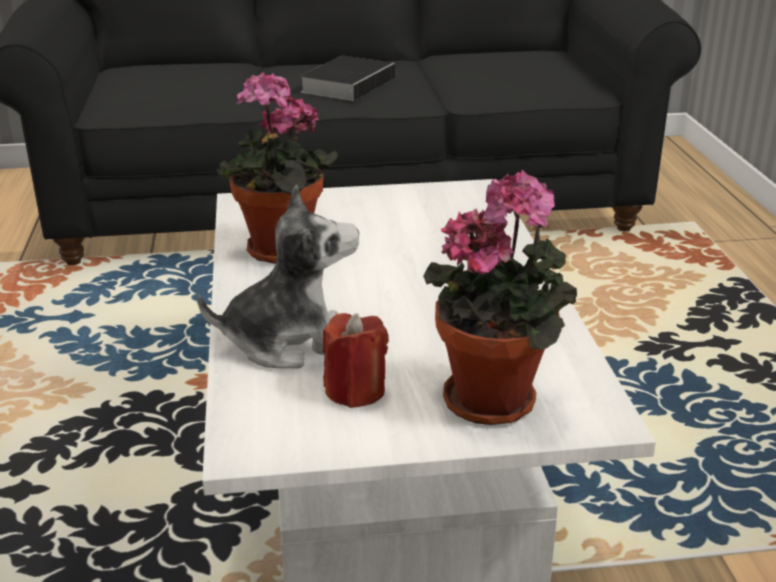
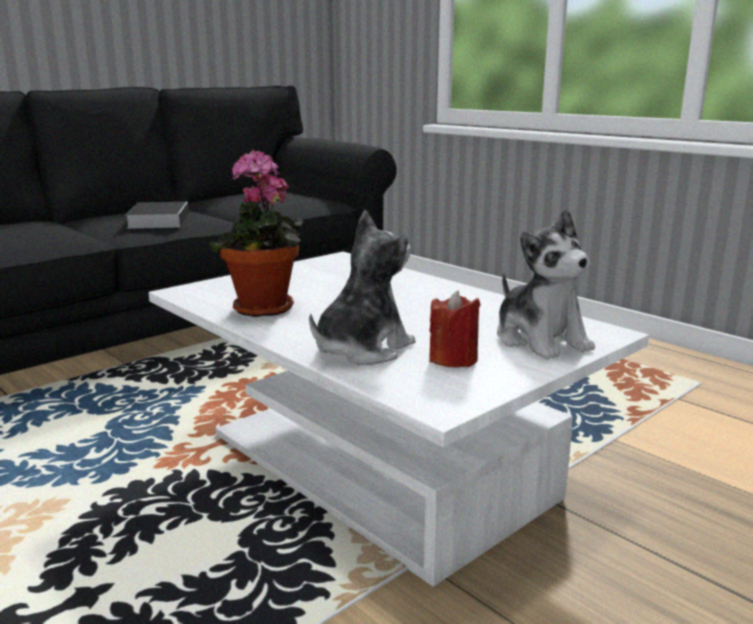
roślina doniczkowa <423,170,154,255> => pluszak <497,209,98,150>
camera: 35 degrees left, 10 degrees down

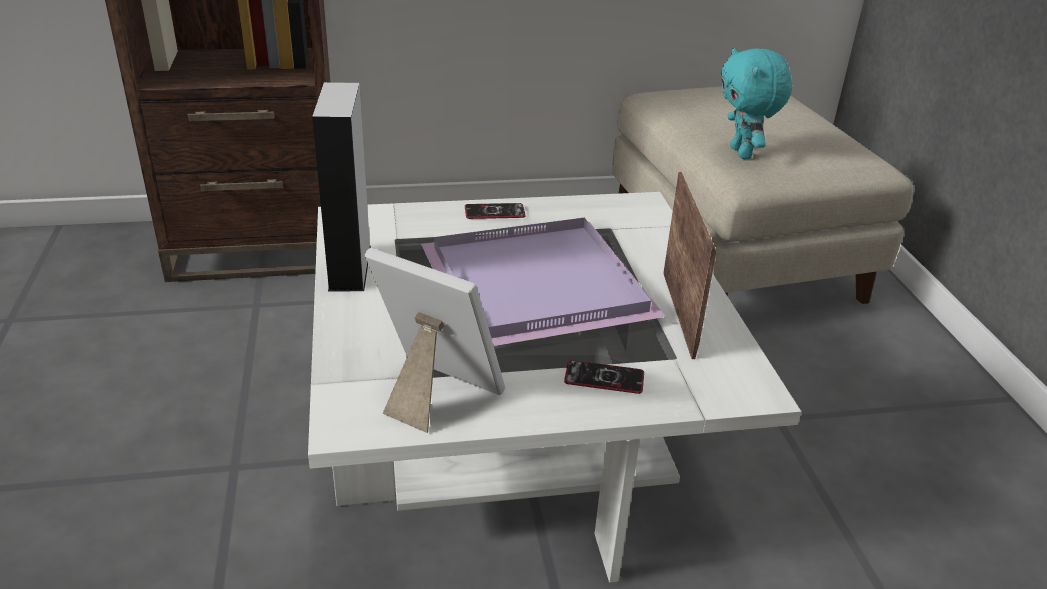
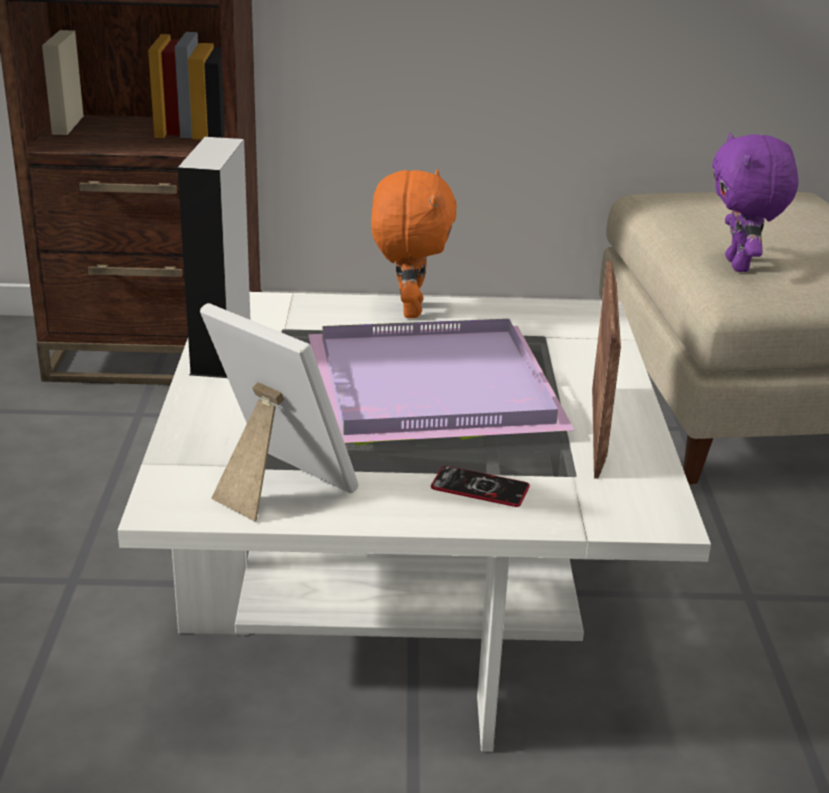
telefon <465,203,61,16> => pluszak [pomarańczowy] <371,169,86,149>
pluszak [turkusowy] <721,47,71,112> => pluszak [fioletowy] <712,133,87,139>
camera: 10 degrees right, 5 degrees down

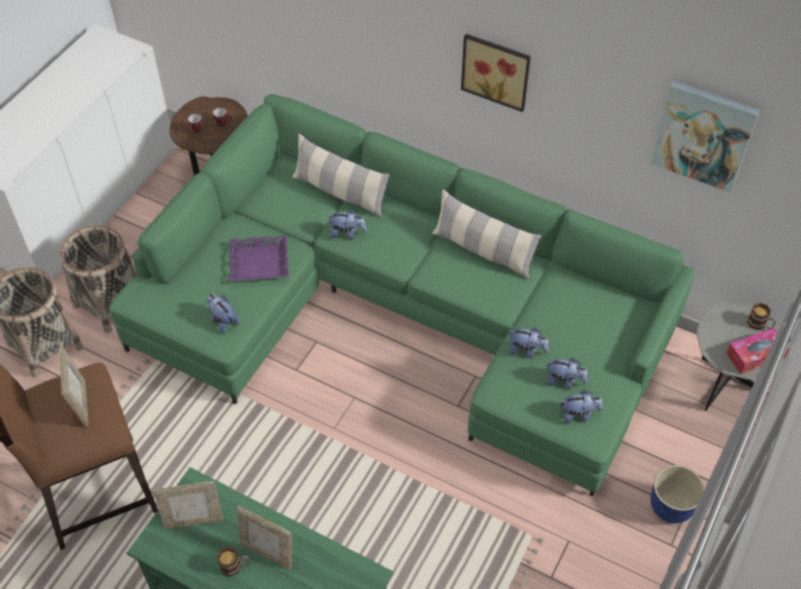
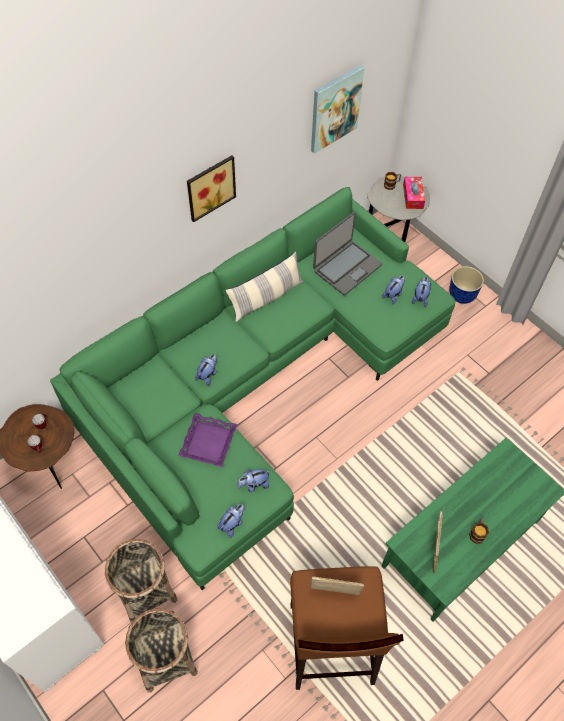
ramka na zdjęcie <237,506,55,64> => nothing
poduszka <293,133,97,85> => nothing
pluszak <509,328,40,30> => pluszak <217,504,28,34>, relocated
nothing => laptop <313,212,69,83>
camera: 70 degrees left, 5 degrees up

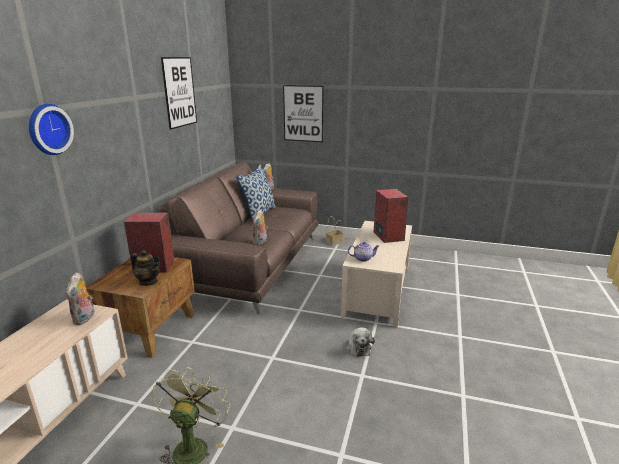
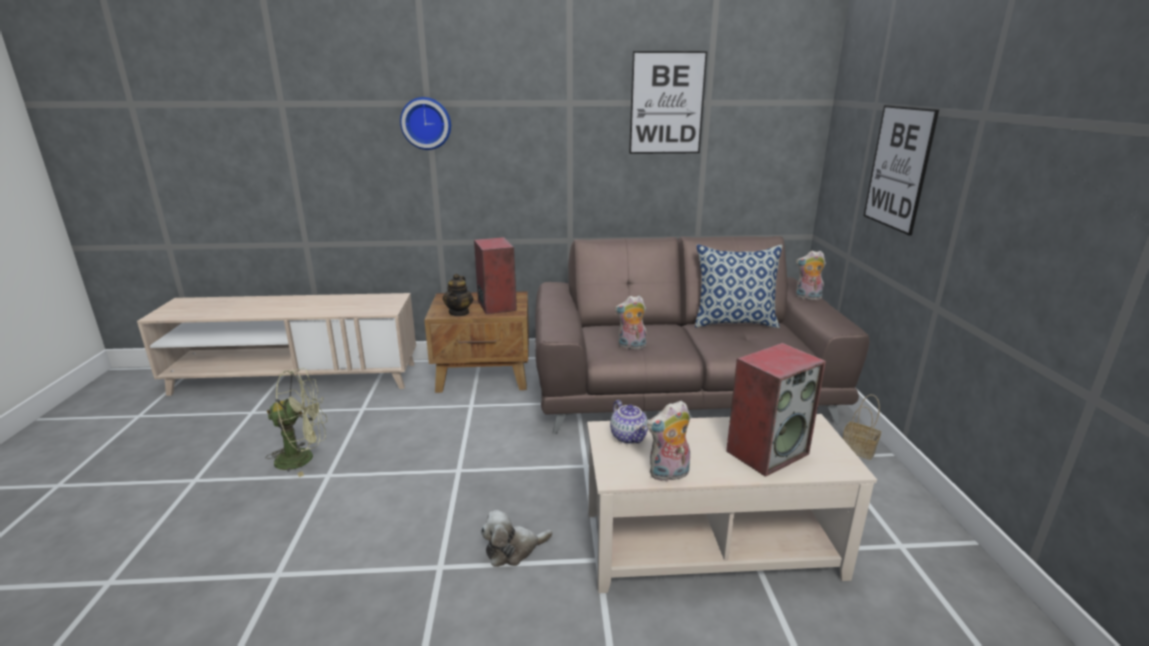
pluszak <66,272,29,53> => pluszak <647,401,43,81>, relocated
camera: 70 degrees right, 0 degrees up

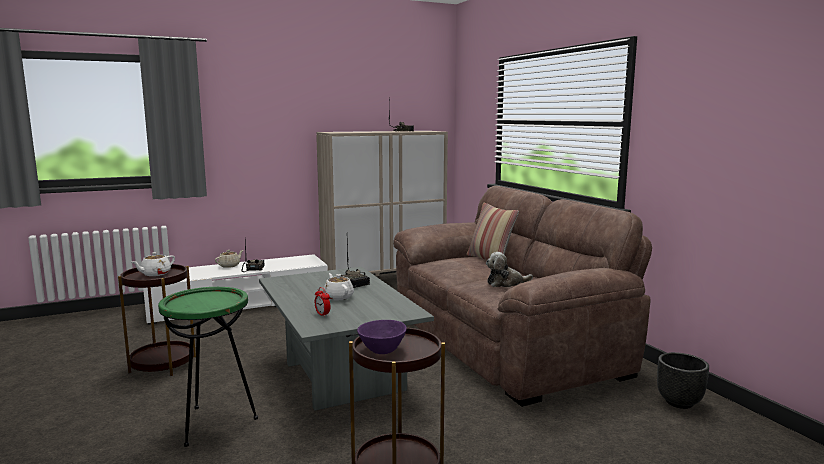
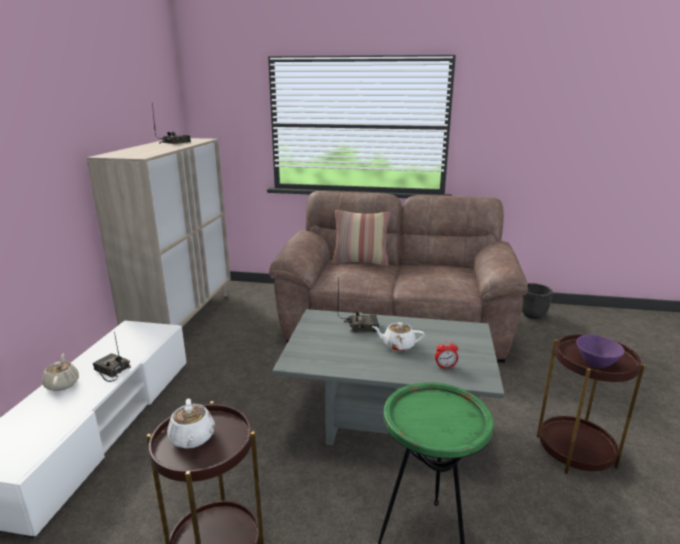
pluszak <486,252,47,35> => nothing
camera: 55 degrees left, 10 degrees up

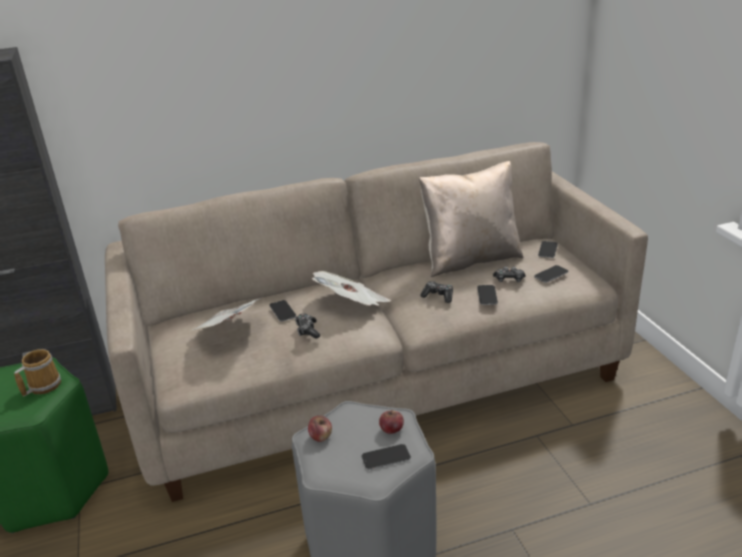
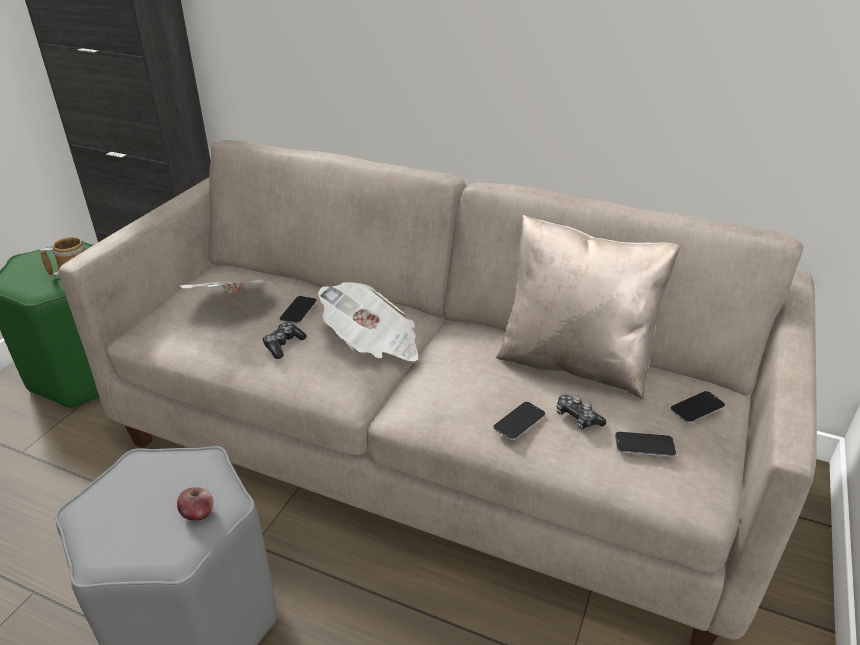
jabłko <308,416,24,26> => nothing
telefon <362,444,49,26> => nothing
pad do gier <420,281,33,22> => nothing
camera: 40 degrees right, 5 degrees up

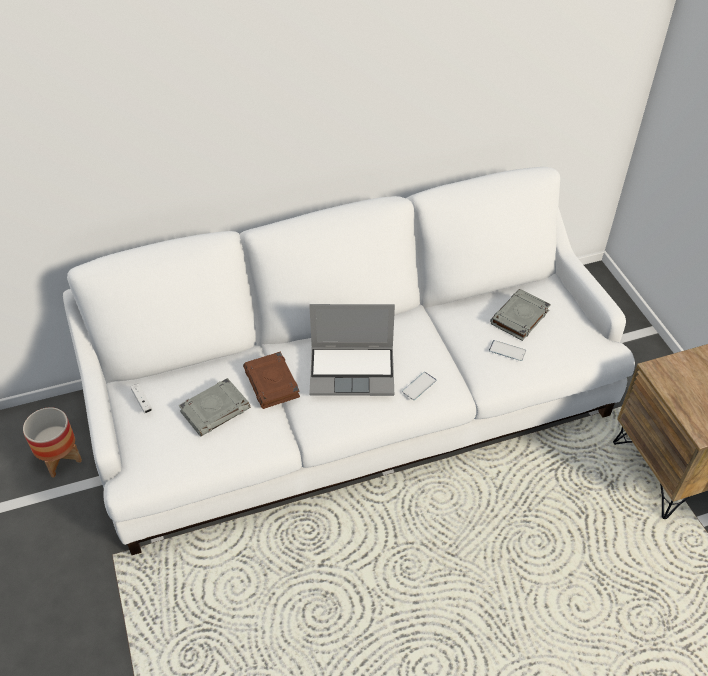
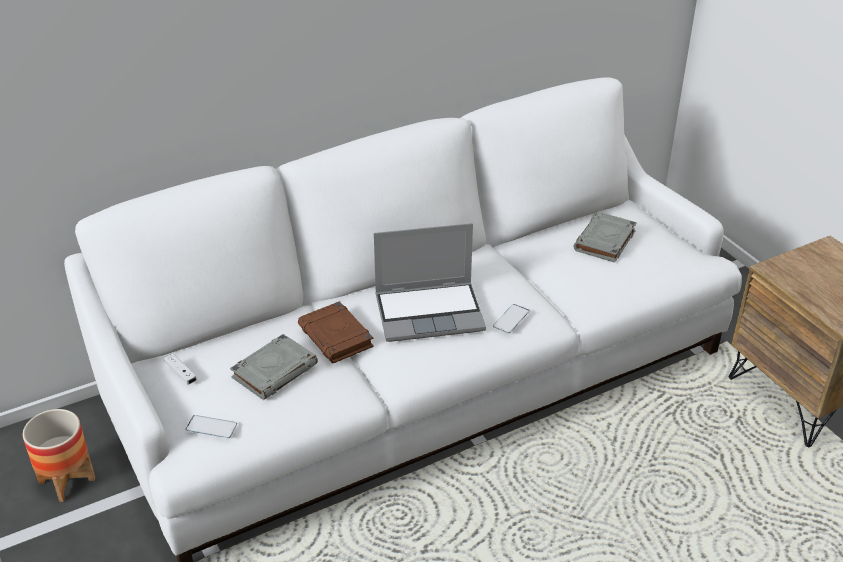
telefon <489,340,37,21> => telefon <186,415,51,23>, relocated
camera: 10 degrees left, 10 degrees down

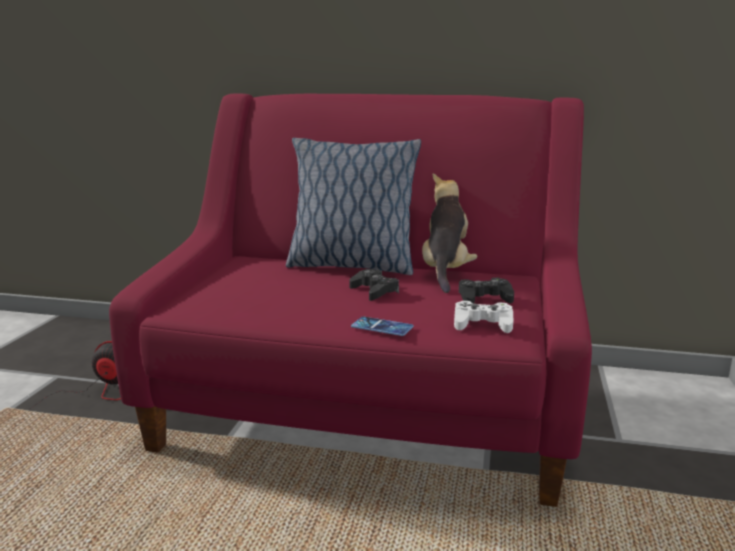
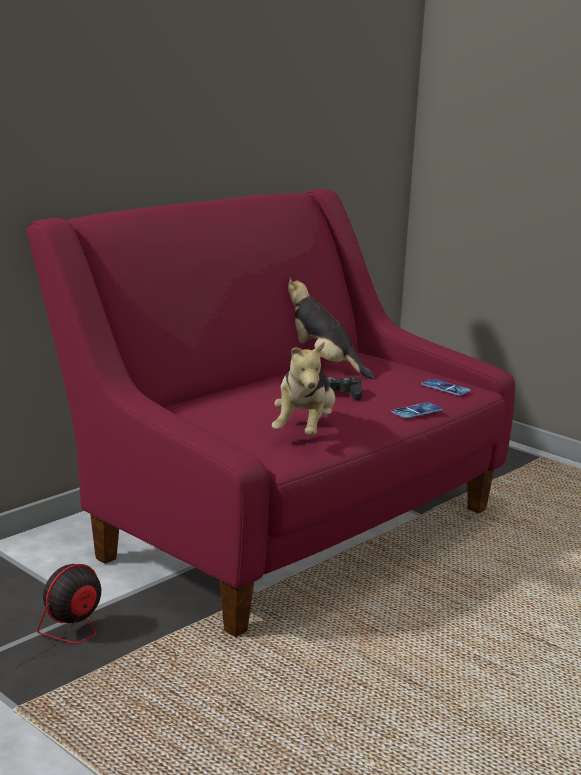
poduszka <286,138,135,137> => nothing
pad do gier [biały] <454,301,60,32> => telefon <421,379,50,17>
pad do gier [czarny] <459,278,55,26> => nothing
nothing => pluszak <272,341,63,95>
camera: 60 degrees left, 0 degrees up

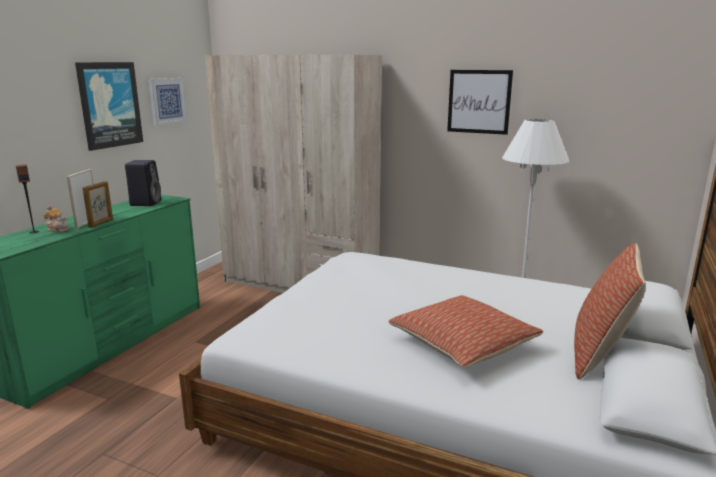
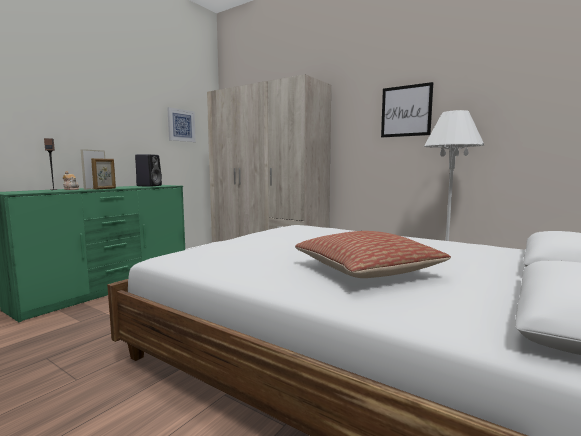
obraz <75,62,68,89> => nothing
poduszka <574,243,72,136> => nothing
camera: 10 degrees right, 10 degrees down

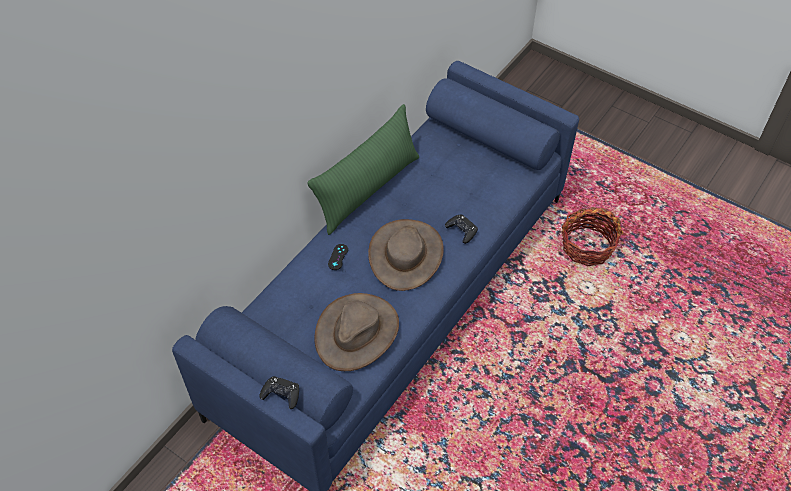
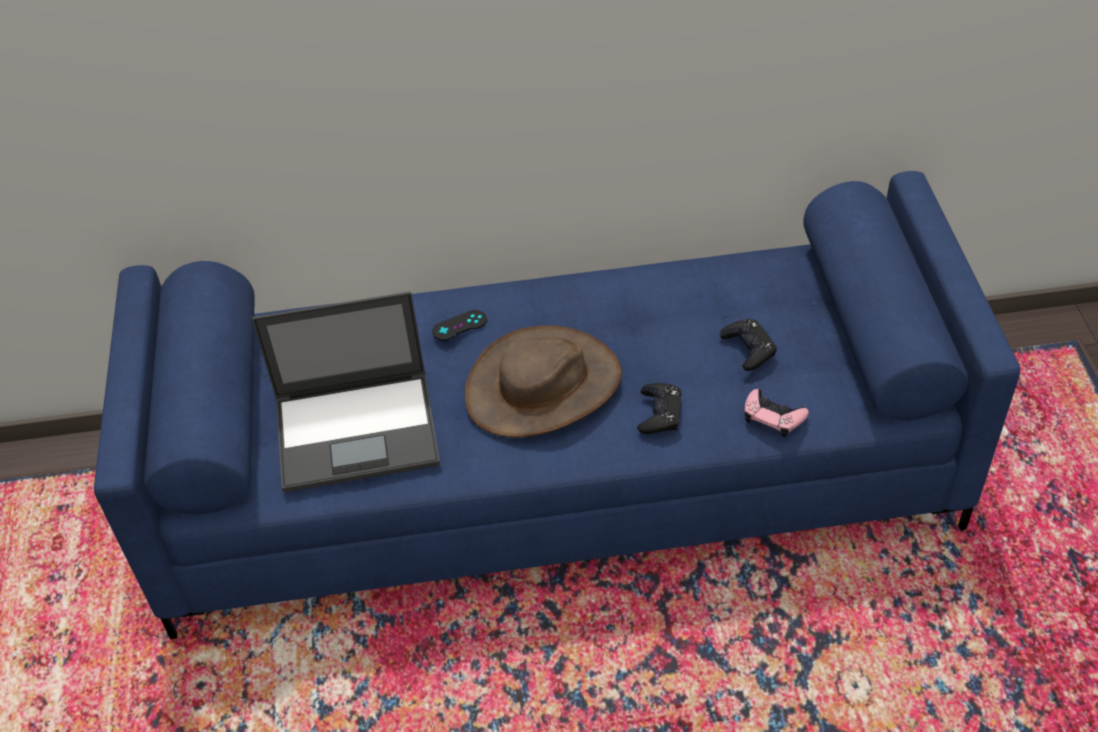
pad do gier [czarny] <260,376,39,33> => pad do gier [czarny] <720,319,57,52>, relocated
poduszka [zielony] <307,104,112,131> => nothing
kapelusz [brązowy] <314,293,85,78> => laptop <252,291,188,202>
koszyk <562,207,62,59> => nothing
nothing => pad do gier [różowy] <745,389,64,48>
camera: 50 degrees right, 5 degrees down

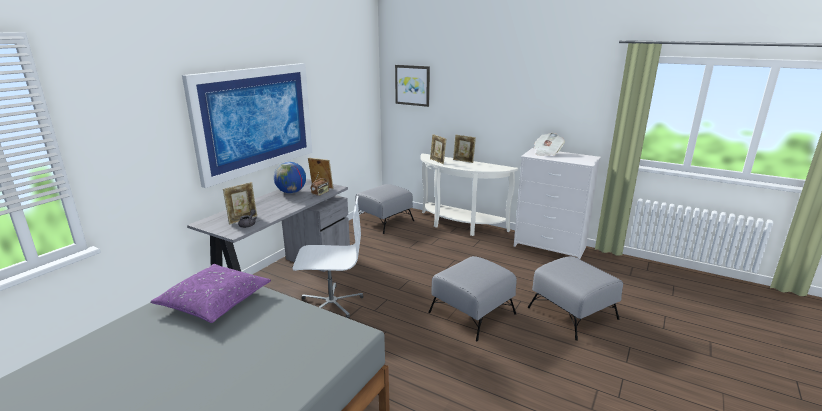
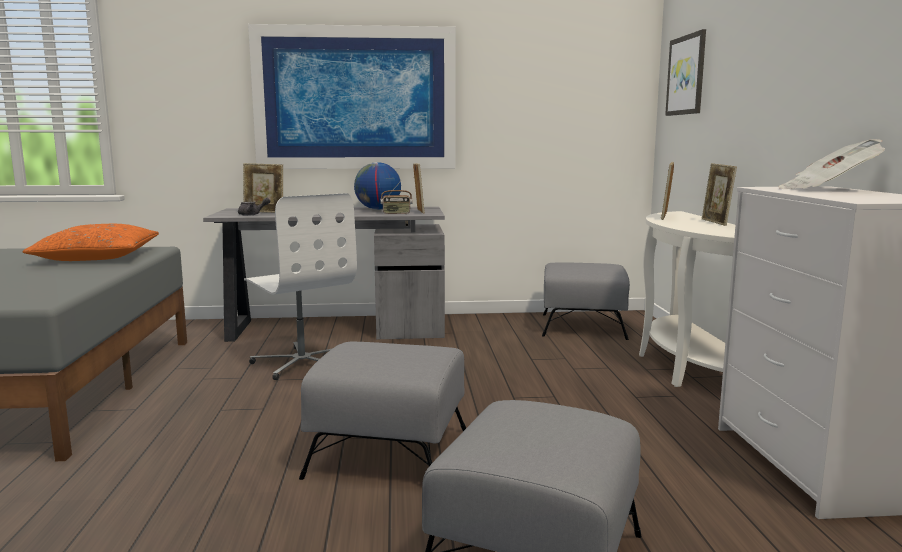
poduszka [fioletowy] <150,264,121,59> => poduszka [pomarańczowy] <22,224,137,37>
camera: 55 degrees right, 10 degrees down

